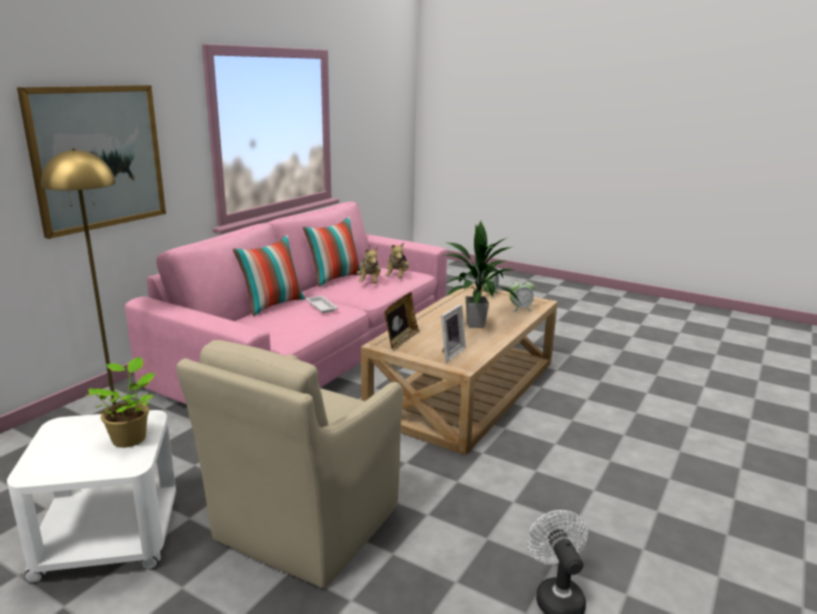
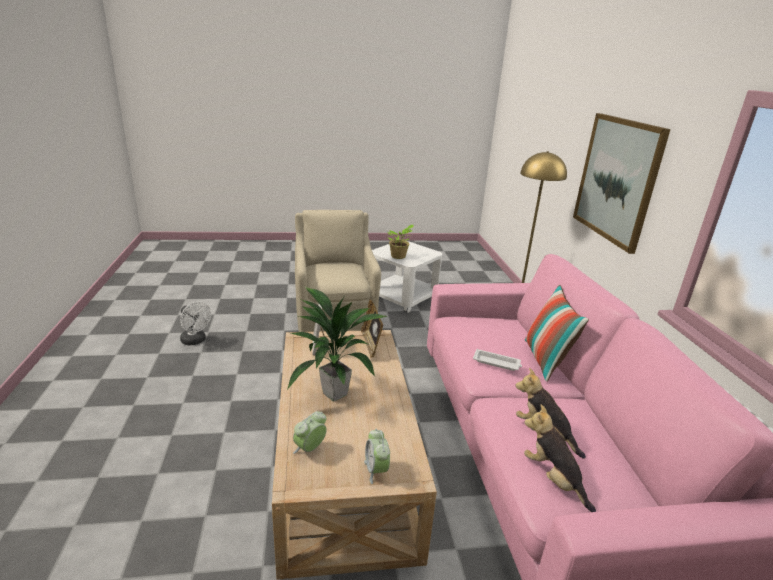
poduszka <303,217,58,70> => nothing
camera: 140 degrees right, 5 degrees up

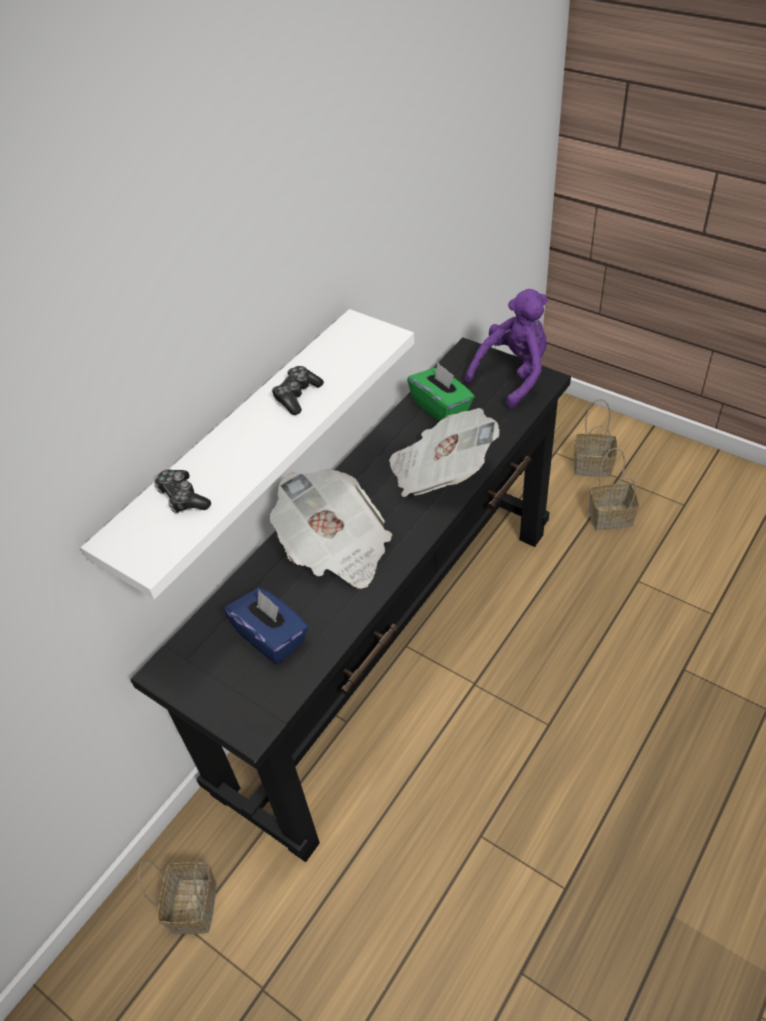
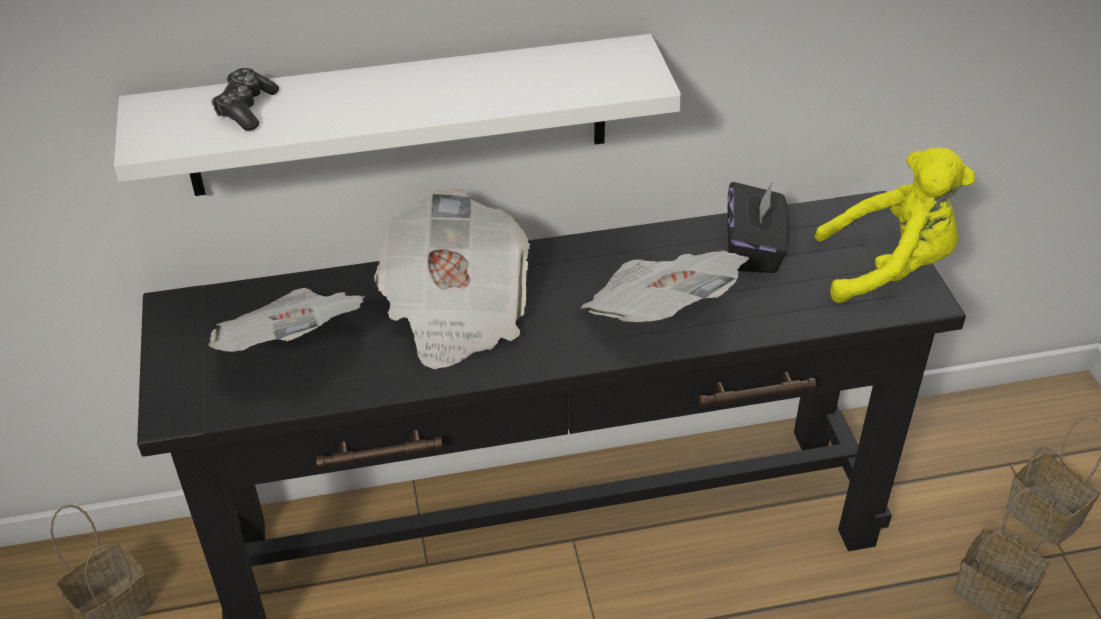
pudełko chusteczek [niebieski] <224,587,85,77> => gazeta <209,288,156,64>
pad do gier <272,366,52,49> => nothing
pudełko chusteczek [zielony] <407,363,68,59> => pudełko chusteczek [czarny] <727,182,62,91>
pluszak [fioletowy] <465,289,83,119> => pluszak [żółty] <815,148,160,155>
camera: 40 degrees right, 5 degrees down

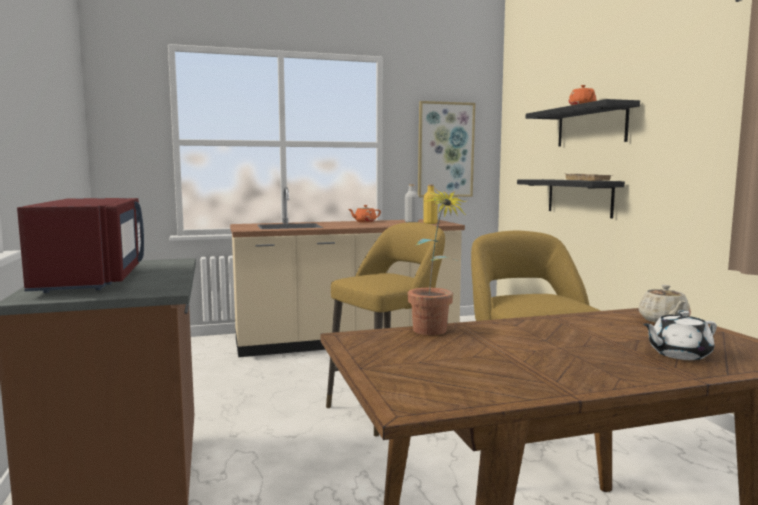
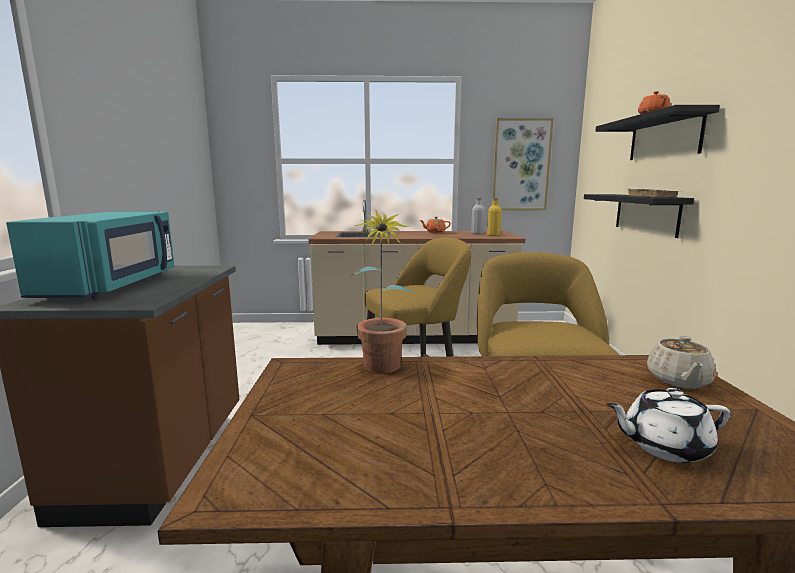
mikrofalówka [czerwony] <17,198,127,95> => mikrofalówka [turkusowy] <6,211,169,87>
camera: 15 degrees right, 5 degrees up

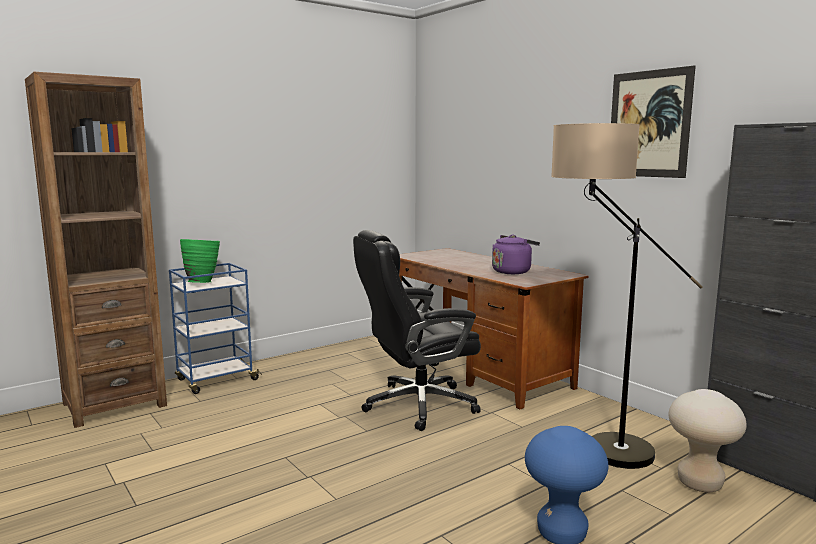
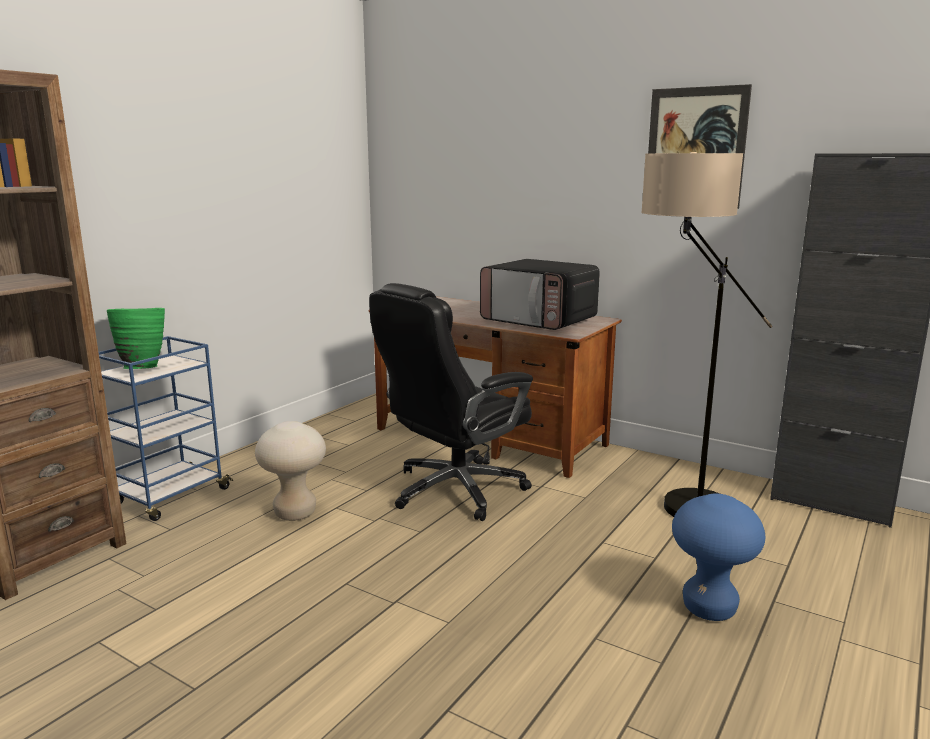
czajnik [fioletowy] <492,235,48,39> => mikrofalówka <480,259,120,71>
stołek [beżowy] <669,389,78,103> => stołek [beżowy] <255,421,71,100>, relocated
camera: 20 degrees left, 5 degrees up

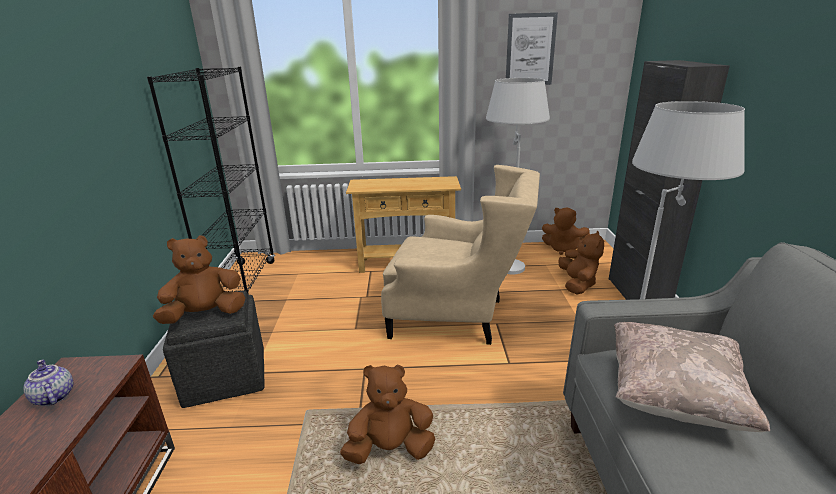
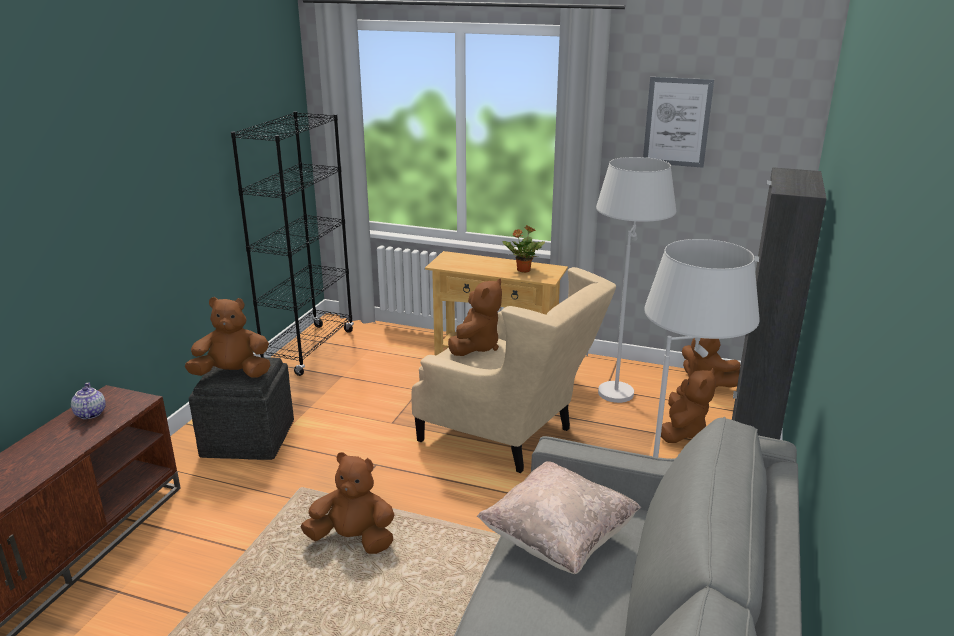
nothing => pluszak [brązowy] <448,279,54,77>
nothing => roślina doniczkowa <503,225,42,48>
camera: 20 degrees right, 0 degrees up

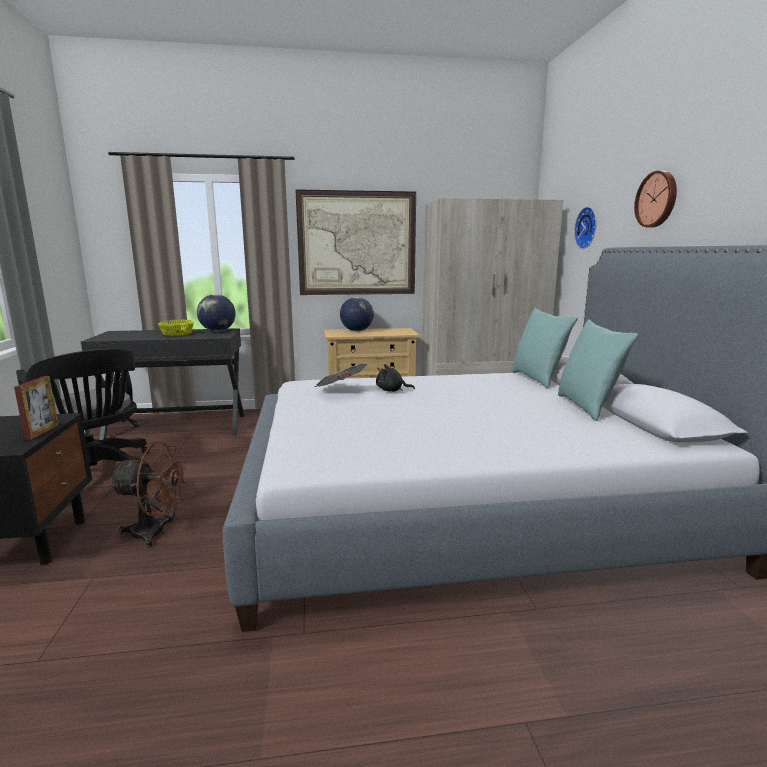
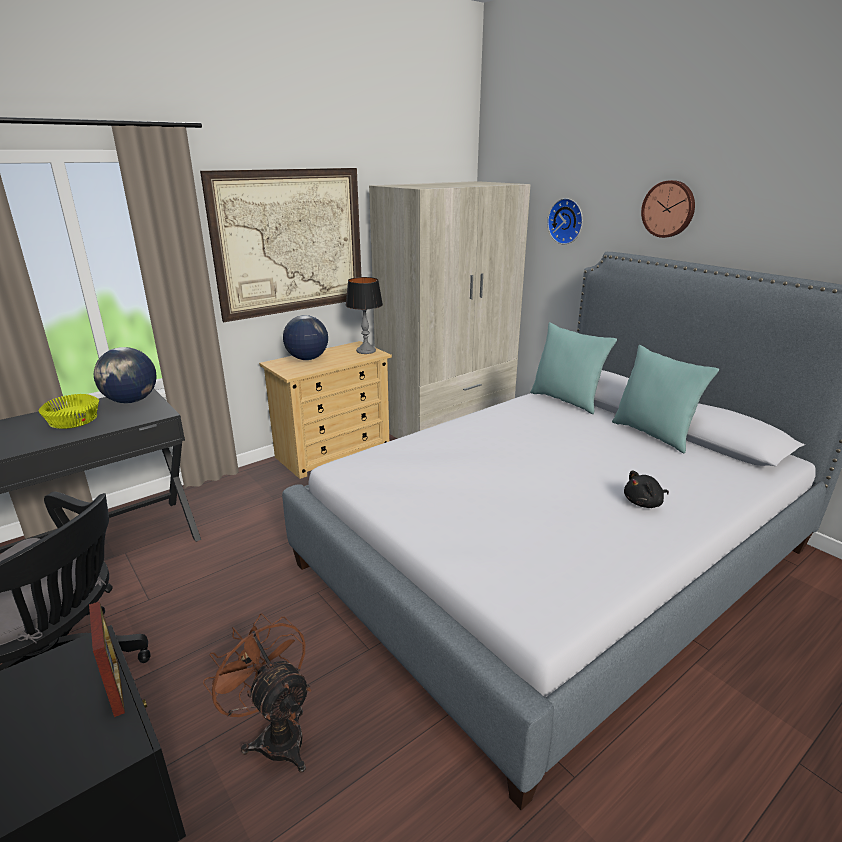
wentylator [brązowy] <108,441,80,107> => wentylator [brązowy] <203,613,108,160>, 105 degrees counterclockwise
gazeta <314,363,53,24> => nothing
pluszak [czarny] <376,364,39,28> => pluszak [czarny] <624,470,45,38>, relocated
nothing => lampa stołowa <346,277,37,77>
camera: 30 degrees left, 10 degrees up

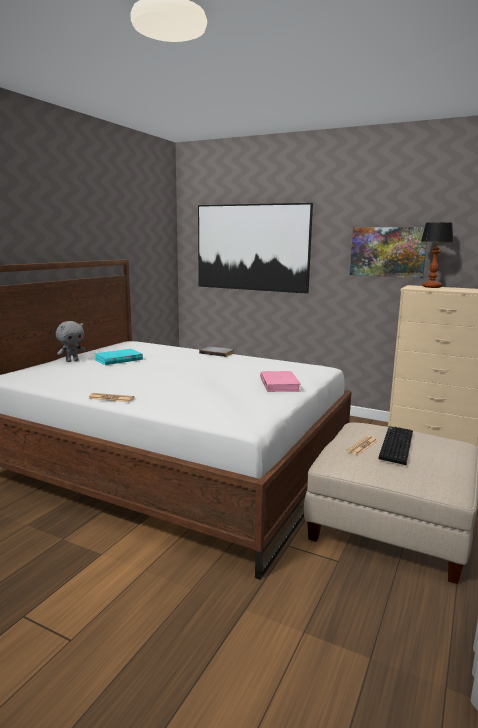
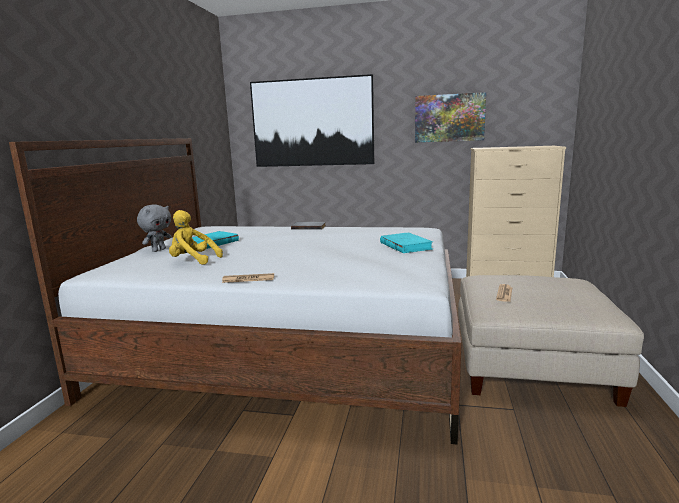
książka [różowy] <260,371,41,21> => książka [turkusowy] <380,233,53,20>
klawiatura <378,426,35,39> => nothing
lampa stołowa <421,222,32,66> => nothing
nothing => pluszak [żółty] <169,210,54,55>
camera: 15 degrees left, 0 degrees up

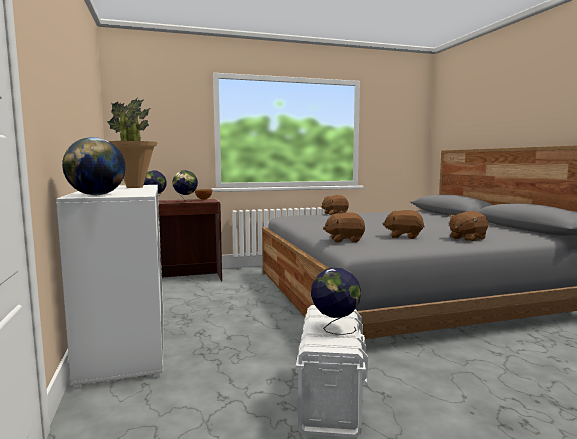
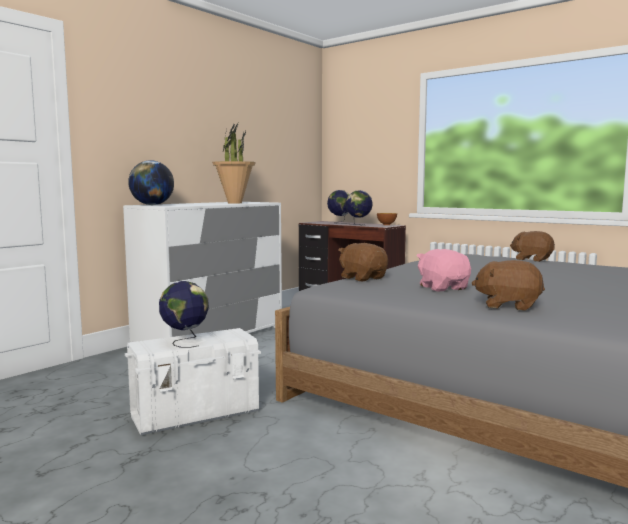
pluszak [brązowy] <383,210,42,29> => pluszak [różowy] <416,249,55,42>
camera: 55 degrees right, 0 degrees up

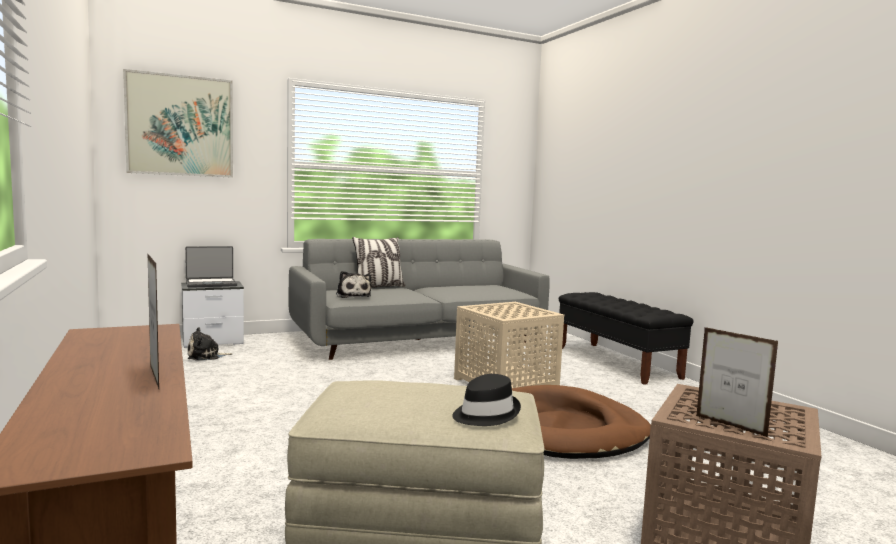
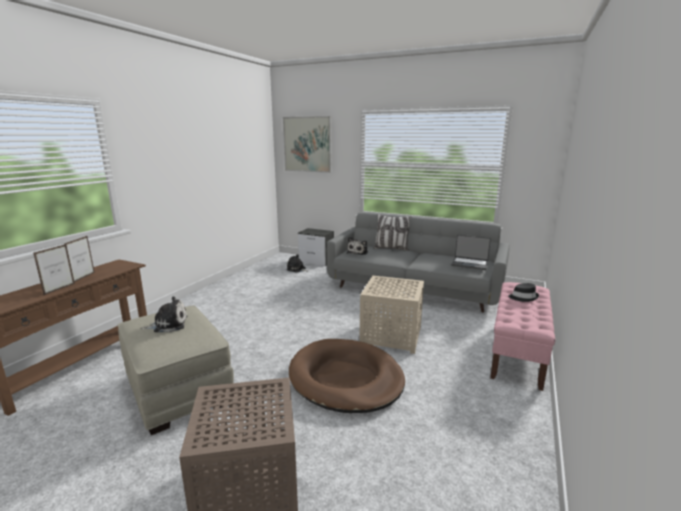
laptop <185,246,52,42> => laptop <451,235,40,35>, relocated
kapelusz [czarny] <452,374,69,52> => kapelusz [czarny] <508,283,31,19>, relocated
ławka [czarny] <559,292,135,93> => ławka [różowy] <490,282,65,109>
ramka na zdjęcie <696,327,82,110> => ramka na zdjęcie <64,236,31,46>, relocated
nothing => pluszak <141,296,46,36>
camera: 50 degrees right, 10 degrees up

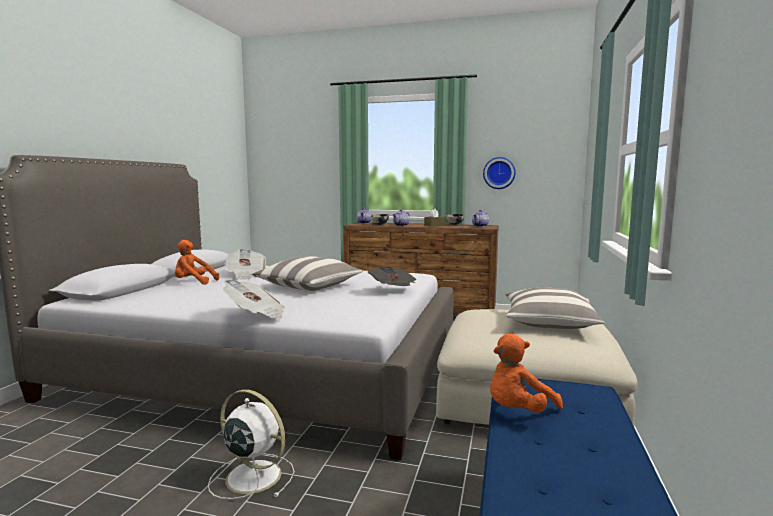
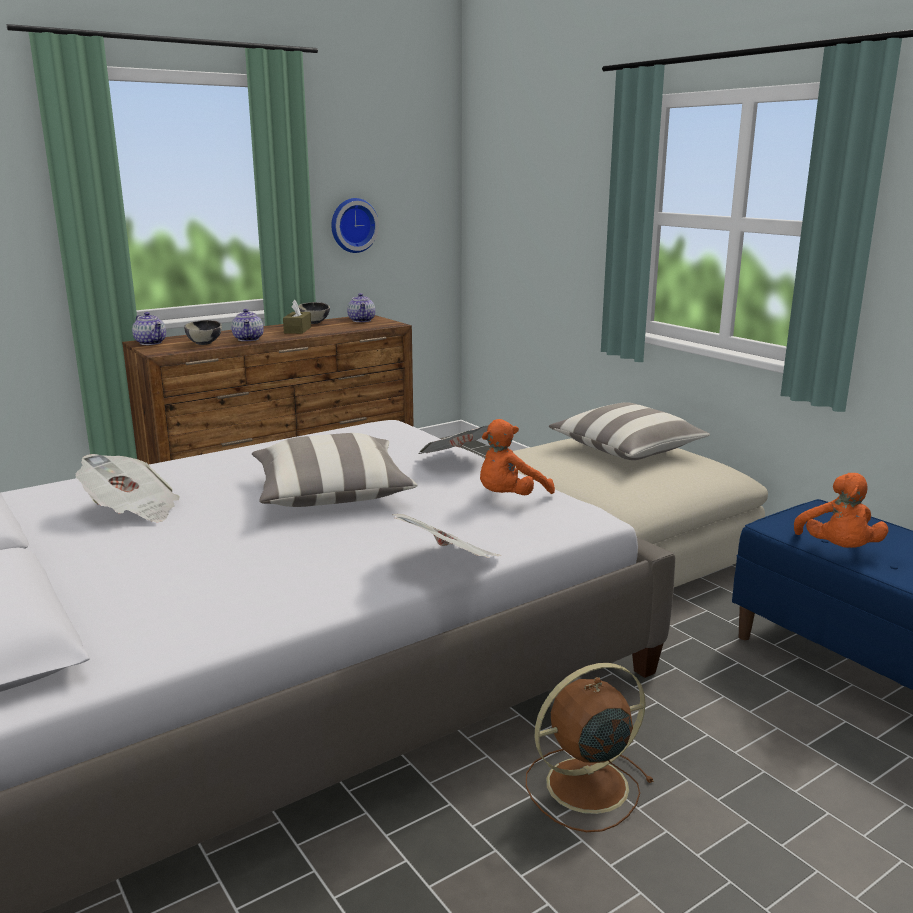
pluszak [pomarańczowy] <175,240,44,45> => pluszak [pomarańczowy] <480,419,75,76>, relocated
wentylator [biały] <208,389,87,110> => wentylator [brązowy] <526,663,128,169>
camera: 50 degrees left, 10 degrees up

